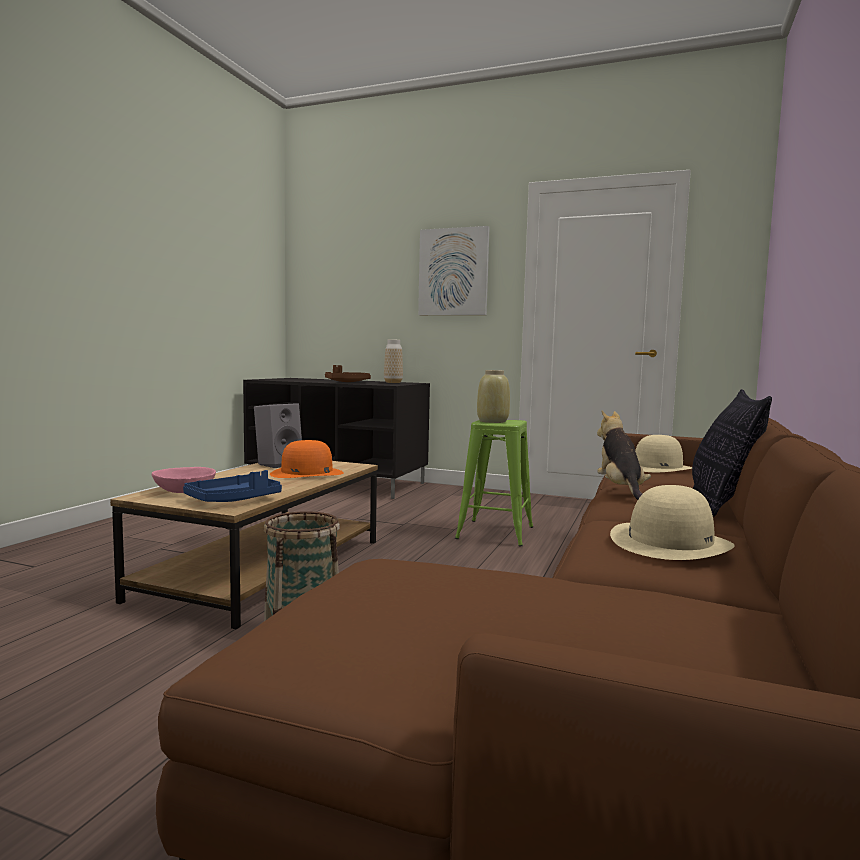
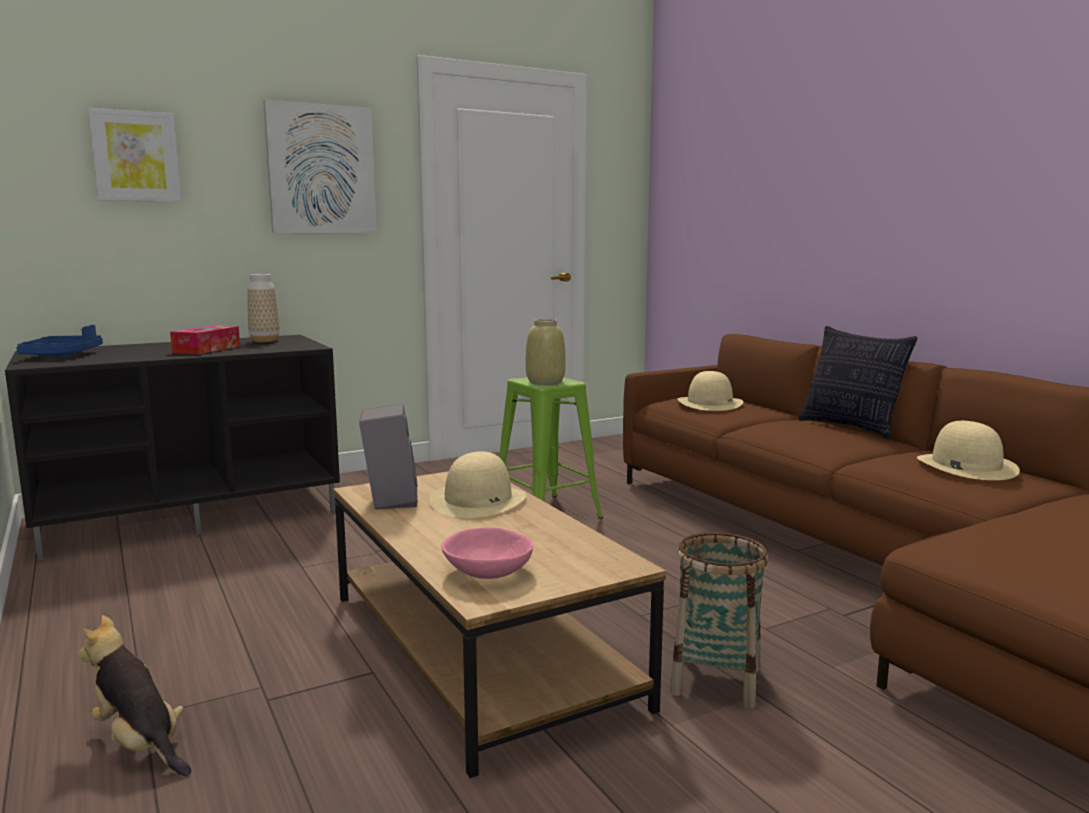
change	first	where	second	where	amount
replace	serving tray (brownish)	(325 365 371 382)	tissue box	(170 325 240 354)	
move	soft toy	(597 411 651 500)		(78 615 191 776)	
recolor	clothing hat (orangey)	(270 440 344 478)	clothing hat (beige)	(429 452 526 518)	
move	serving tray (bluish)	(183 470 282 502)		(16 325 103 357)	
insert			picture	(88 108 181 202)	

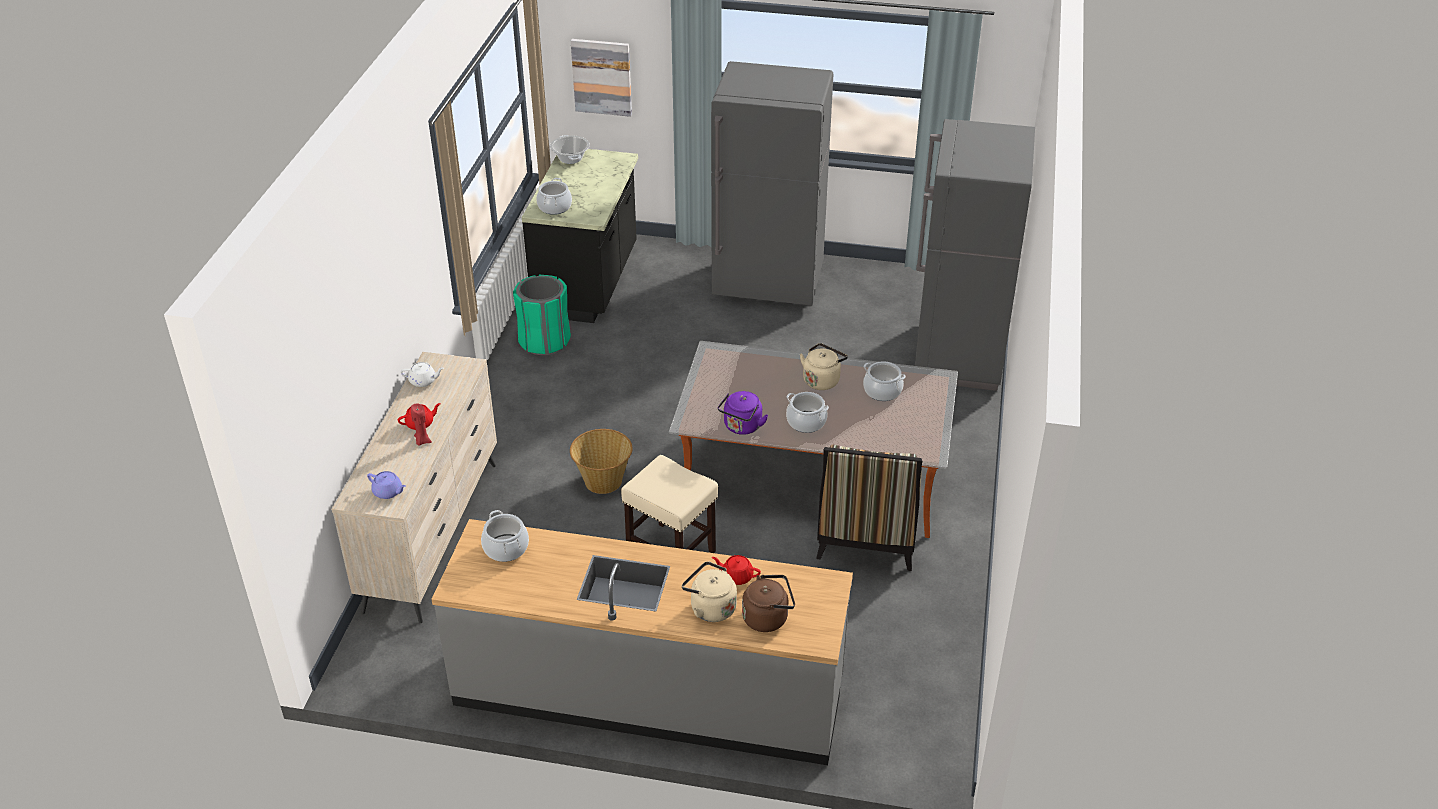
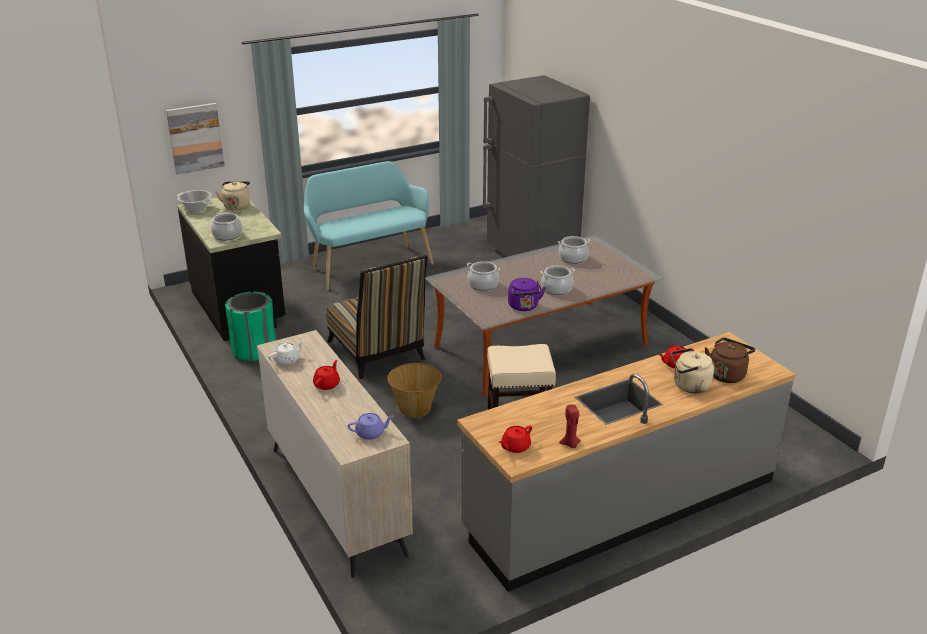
change	first	where	second	where	amount
replace	kitchen fridge (greyish)	(711 61 833 306)	long seat (turquoise-coloured)	(304 161 434 290)	
move	water kettle (beige)	(800 343 848 390)		(216 181 250 210)	
move	candle (reddish)	(411 404 432 446)		(559 404 581 448)	
move	chair	(816 444 922 571)		(326 255 428 379)	
move	saucepot	(481 510 529 562)		(467 261 500 291)	
insert			teapot (reddish)	(499 425 532 453)	

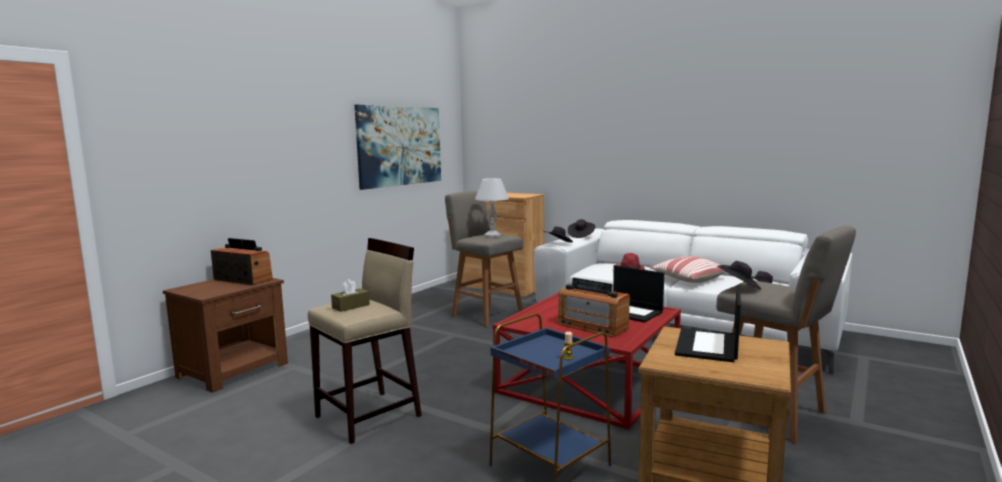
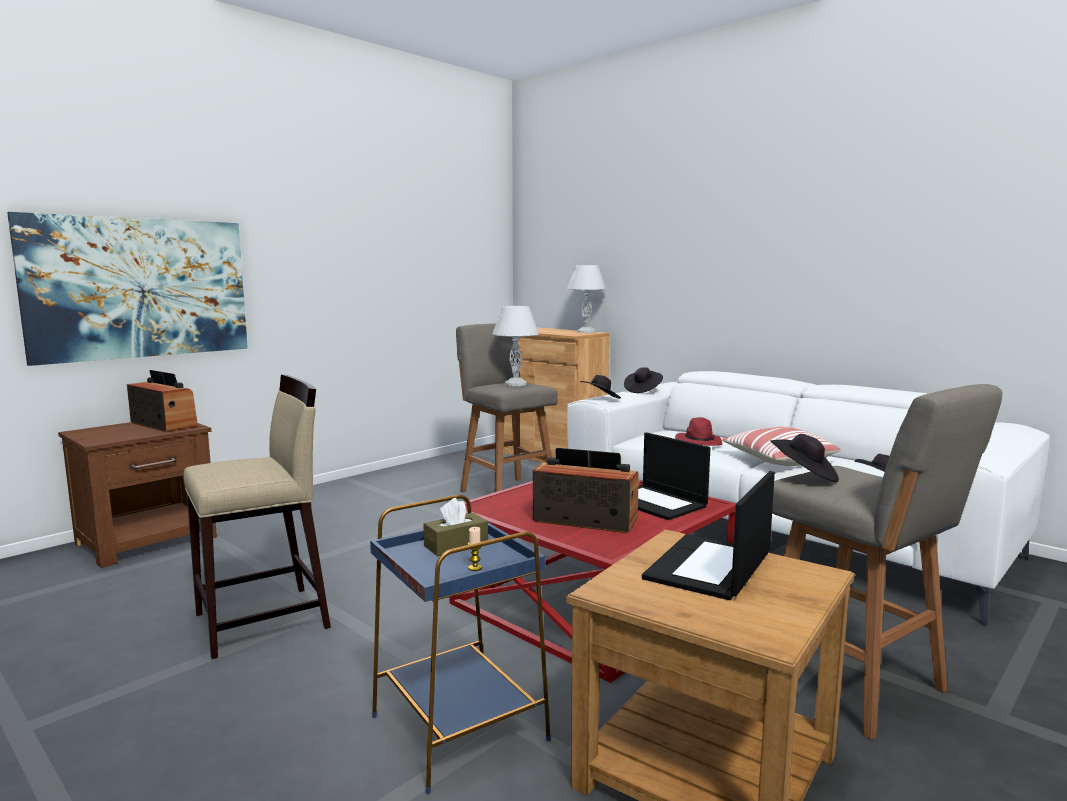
change	first	where	second	where	amount
move	picture	(355 105 441 190)		(7 212 248 366)	
rotate	radio	(558 278 630 337)		(533 448 639 533)	150 degrees clockwise
move	tissue box (brownish)	(331 279 370 312)		(423 498 488 556)	
insert			table lamp (whitish)	(567 265 606 333)	

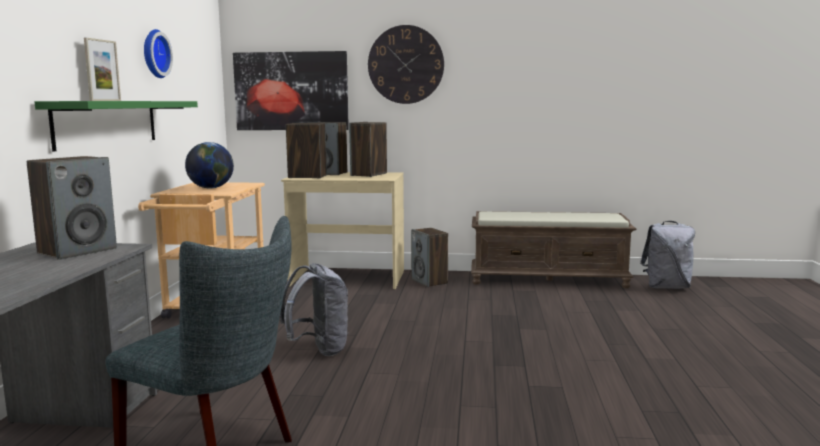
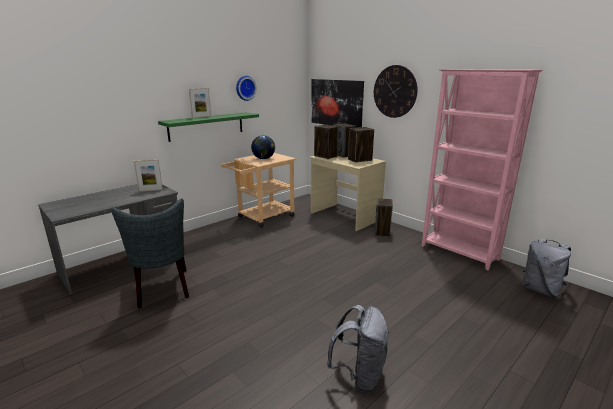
change	first	where	second	where	amount
replace	speaker	(27 156 117 260)	photo frame	(134 159 163 192)	
replace	long seat (brownish)	(471 211 636 288)	bookshelf (pink-coloured)	(421 69 543 270)	
move	backpack (greyish)	(280 263 348 356)		(327 305 389 391)	

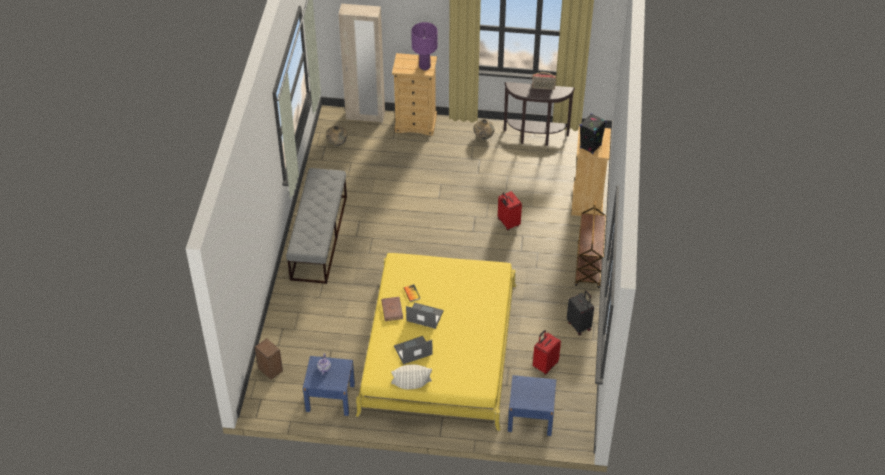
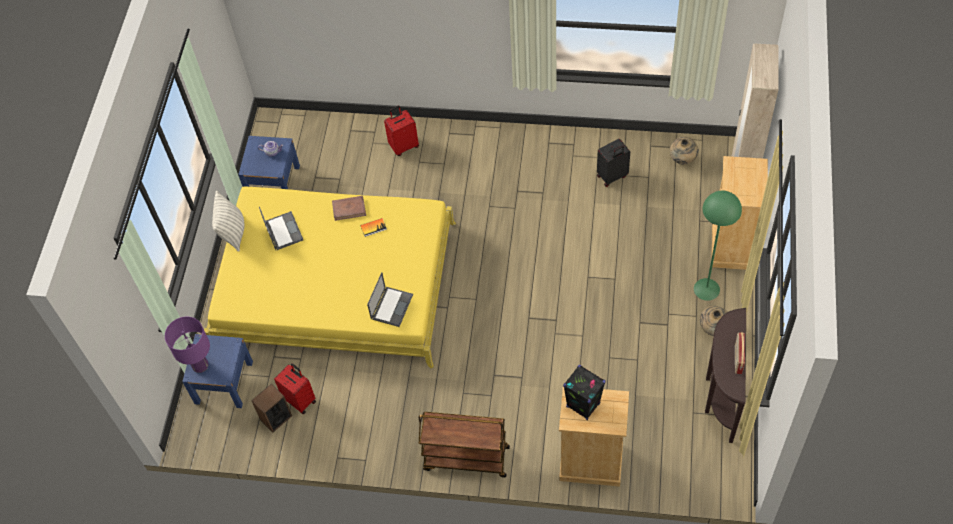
change	first	where	second	where	amount
move	table lamp (purplish)	(411 22 437 70)		(165 317 210 373)	
delete	long seat (greyish)	(286 168 347 284)			
move	travel case (reddish)	(498 191 522 230)		(384 106 419 156)	
move	travel case (blackish)	(567 290 594 336)		(597 139 630 187)	
move	portable computer	(406 302 444 329)		(367 272 413 327)	
move	speaker	(255 338 283 380)		(251 384 292 433)	
insert			standard lamp (green-coloured)	(694 191 742 301)	

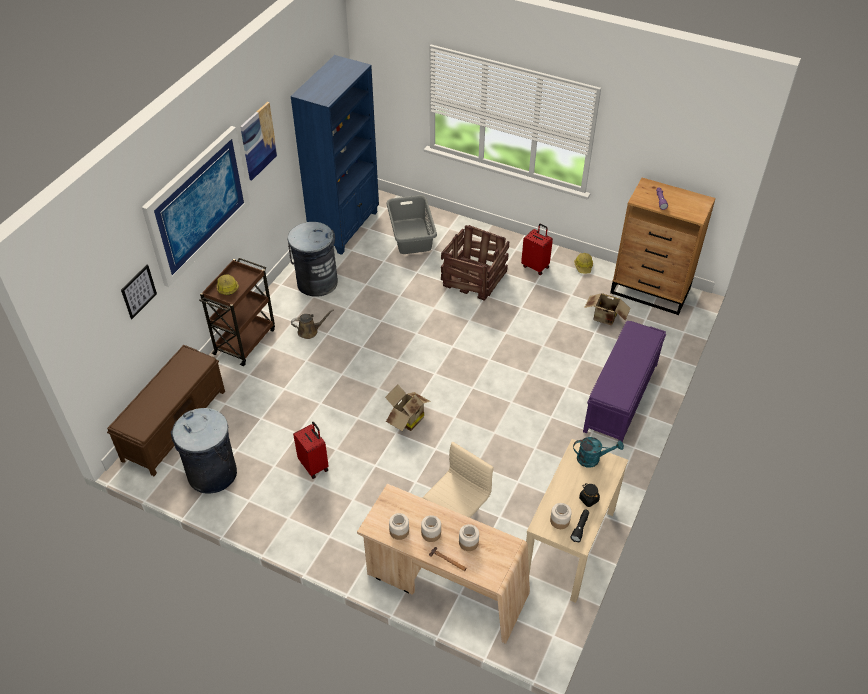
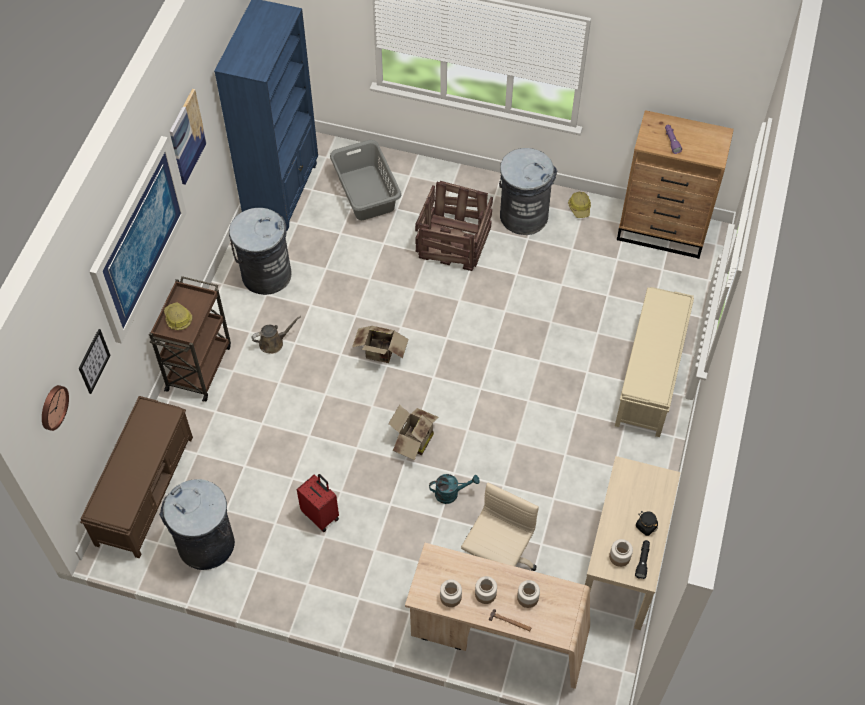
change	first	where	second	where	amount
replace	travel case (reddish)	(521 224 553 275)	trash can (greyish)	(499 148 558 235)	
move	packing box	(584 293 631 326)		(352 326 409 363)	
recolor	long seat (purplish)	(583 321 666 443)	long seat (beige)	(615 287 694 437)	
move	watering pot (turquoise-coloured)	(573 437 624 468)		(429 474 480 504)	
insert			hanging clock	(42 385 69 431)	

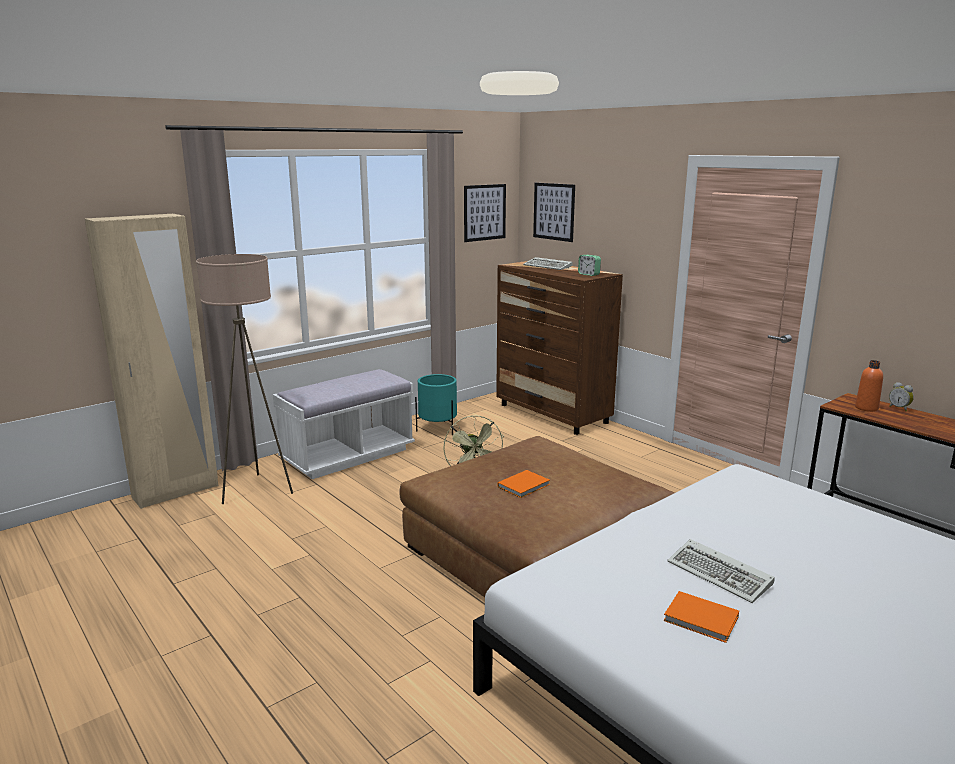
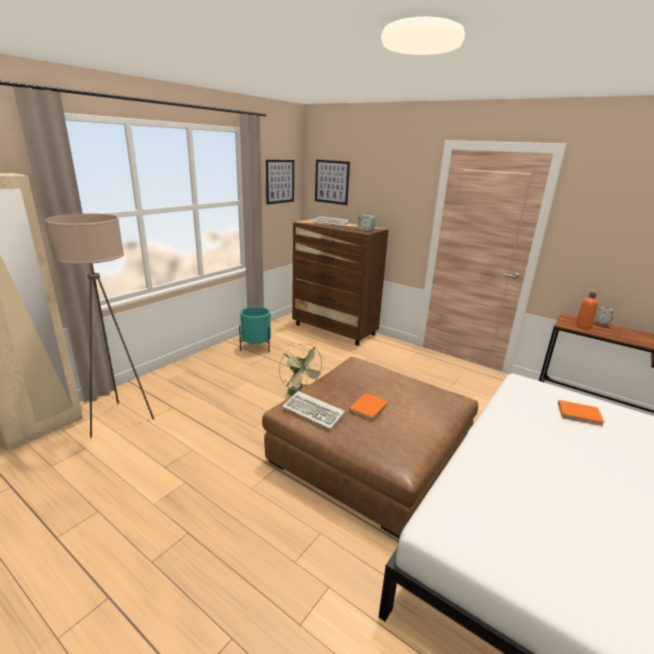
change	first	where	second	where	amount
delete	long seat (whitish)	(273 369 415 479)			
move	keyboard	(667 539 775 603)		(282 391 345 429)	
move	volume (orangey)	(664 591 739 643)		(558 400 605 426)	

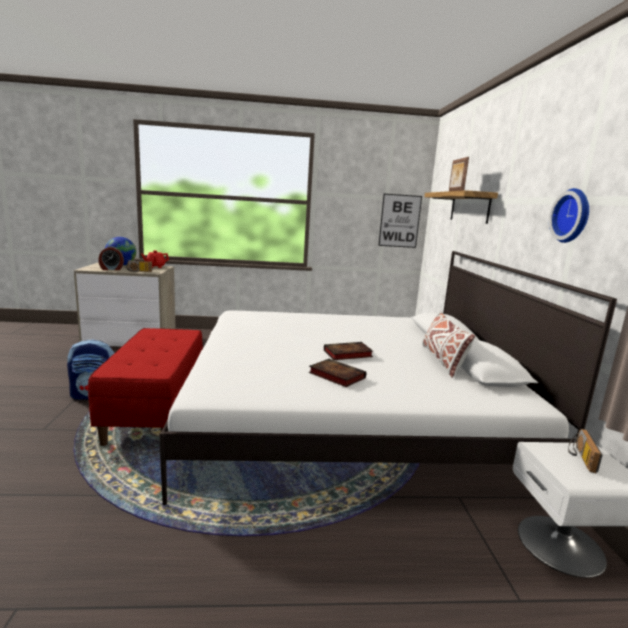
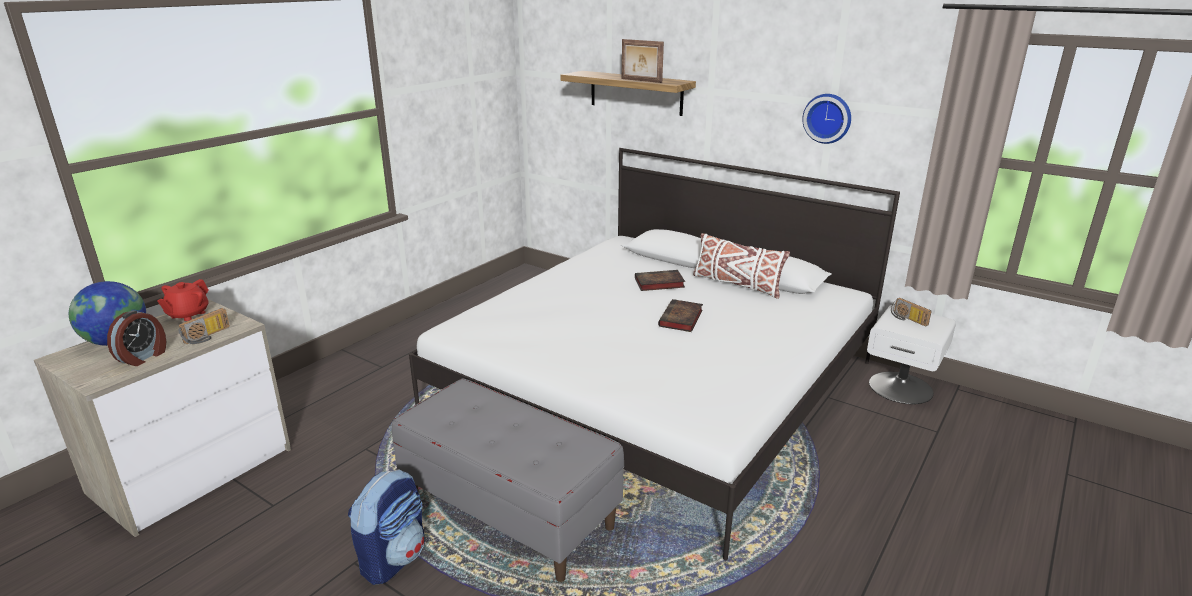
change	first	where	second	where	amount
delete	picture	(378 194 422 248)			
recolor	long seat (reddish)	(88 328 203 446)	long seat (greyish)	(392 379 624 582)	
move	volume	(309 359 366 387)		(635 270 685 291)	

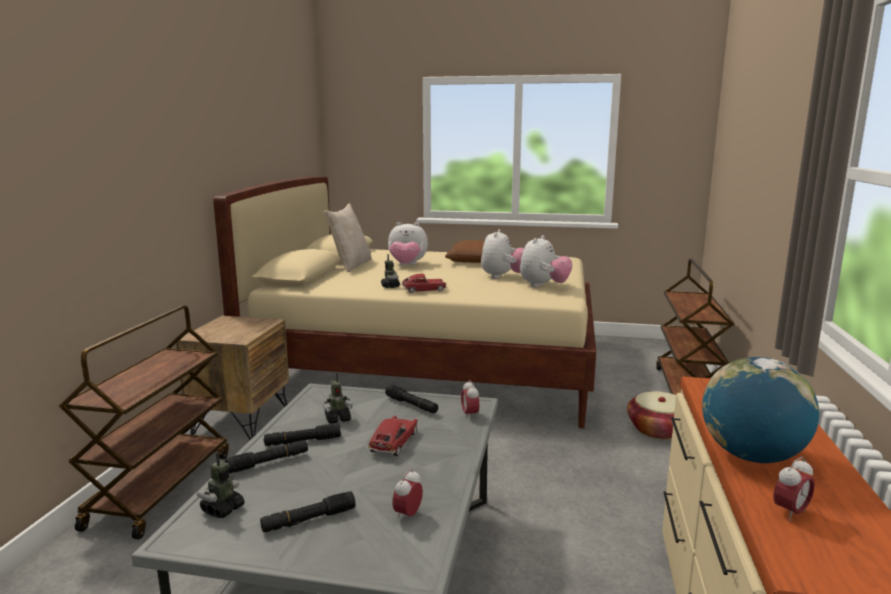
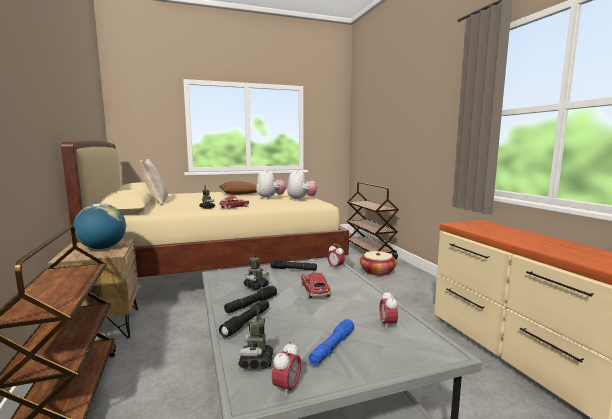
change	first	where	second	where	amount
delete	soft toy	(388 222 428 265)			
move	desk globe	(702 357 819 463)		(73 203 126 249)	
move	alarm clock	(773 457 815 521)		(272 341 301 398)	
recolor	flashlight (blackish)	(260 491 355 532)	flashlight (bluish)	(308 319 354 366)	

